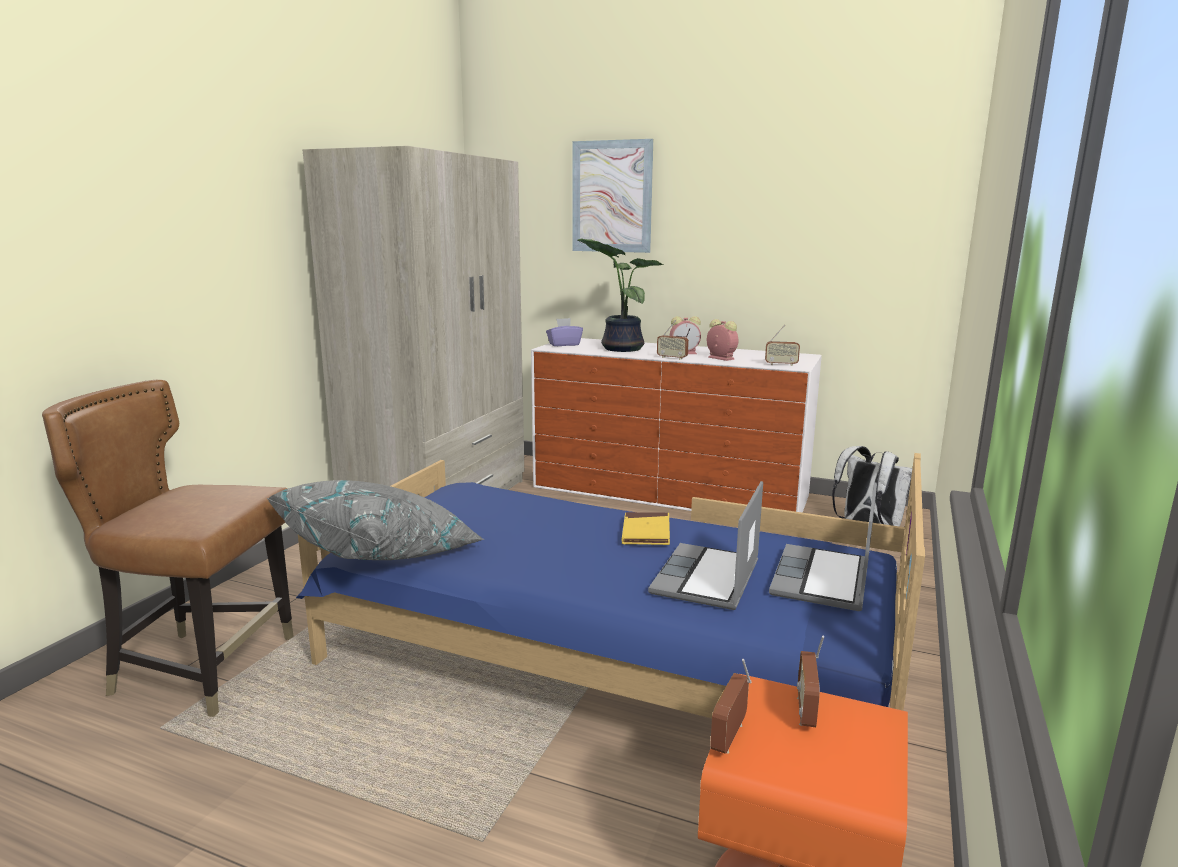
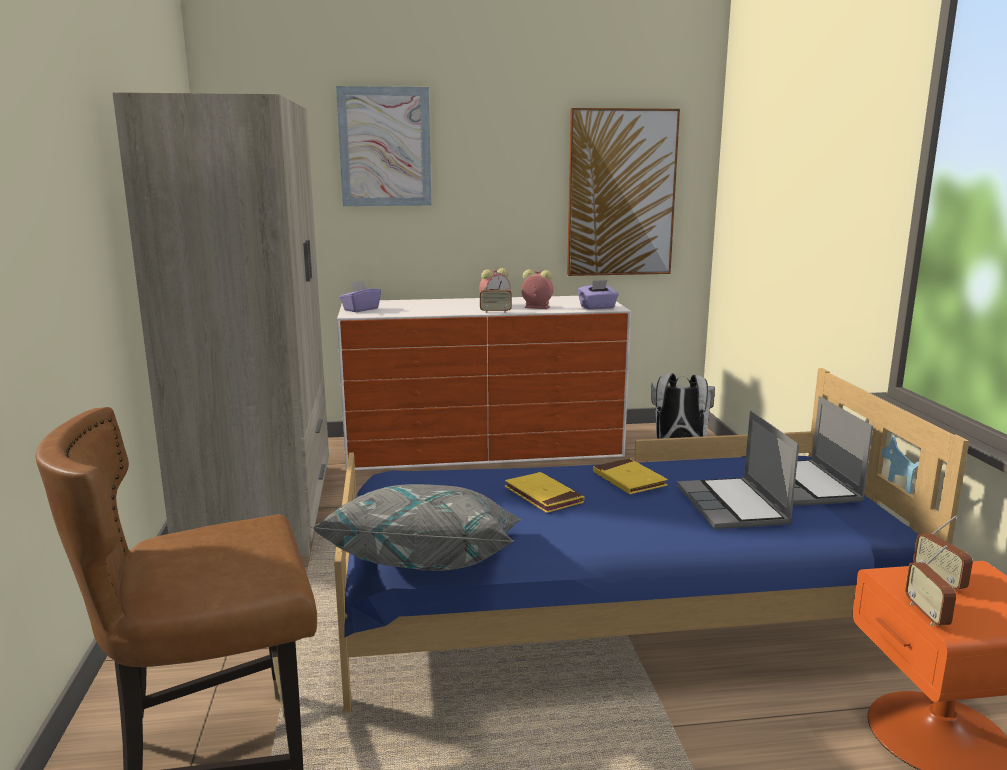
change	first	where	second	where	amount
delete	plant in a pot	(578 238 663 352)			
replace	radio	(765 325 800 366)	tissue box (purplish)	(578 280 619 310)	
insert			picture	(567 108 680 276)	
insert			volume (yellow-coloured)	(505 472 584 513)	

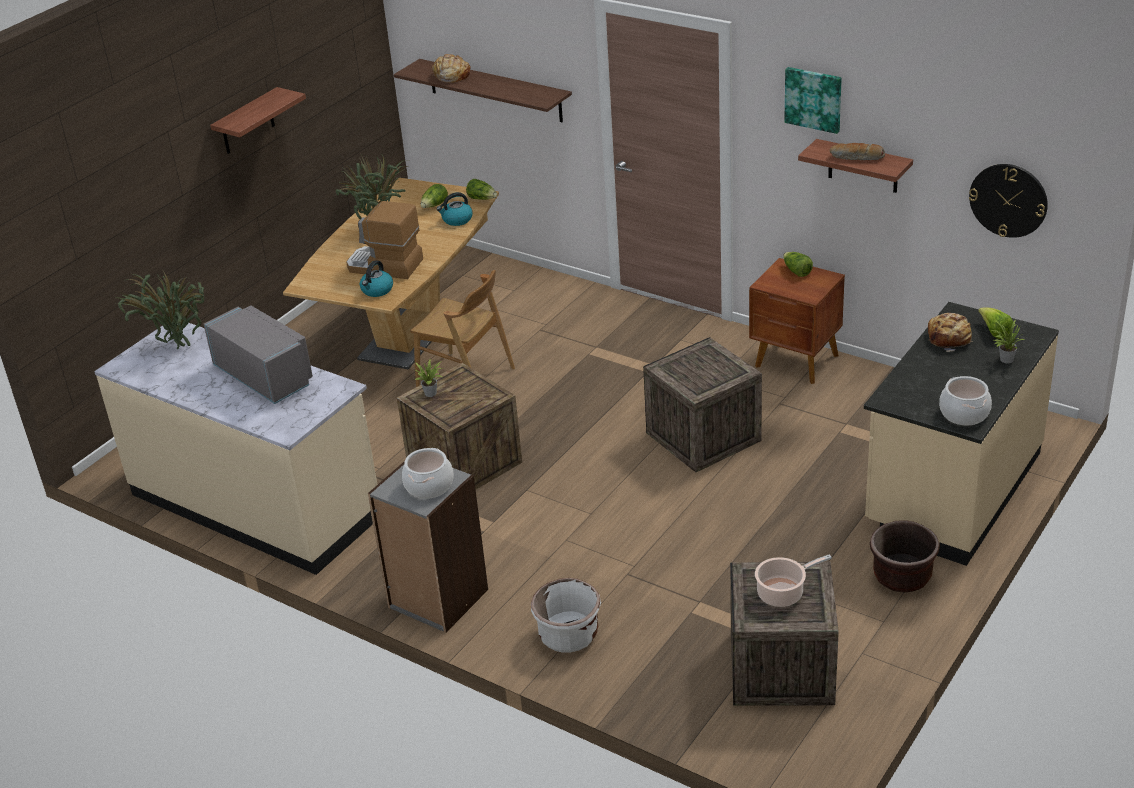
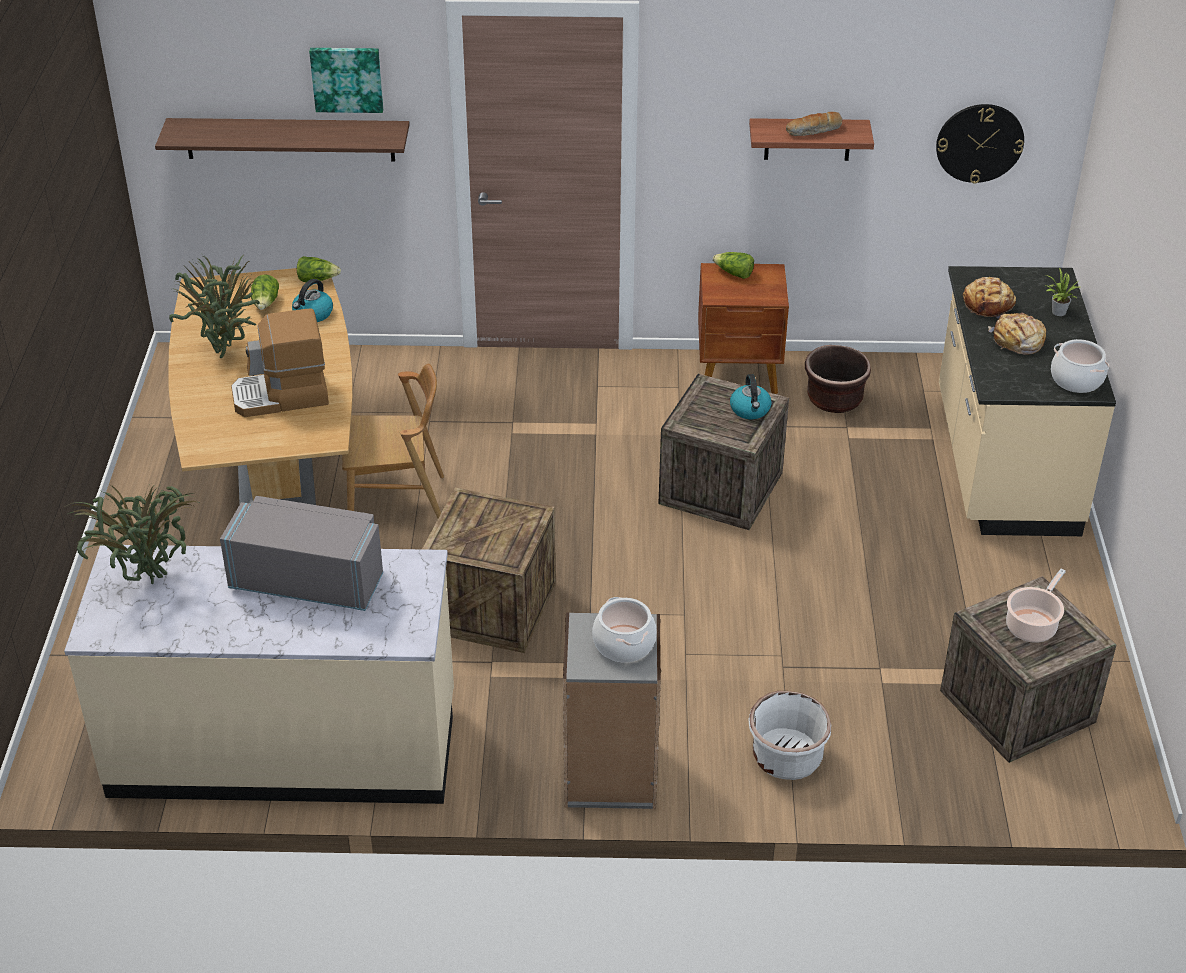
change	first	where	second	where	amount
move	bakery bread	(432 54 471 83)		(988 313 1046 355)	
move	picture	(784 67 842 134)		(309 48 383 113)	
delete	wall shelf	(210 87 306 154)			
move	water kettle	(360 260 393 297)		(730 374 772 419)	
delete	head of lettuce	(978 307 1013 340)			
delete	plant in a pot	(415 358 443 397)			
move	flower pot (brownish)	(870 520 940 593)		(805 345 871 413)	

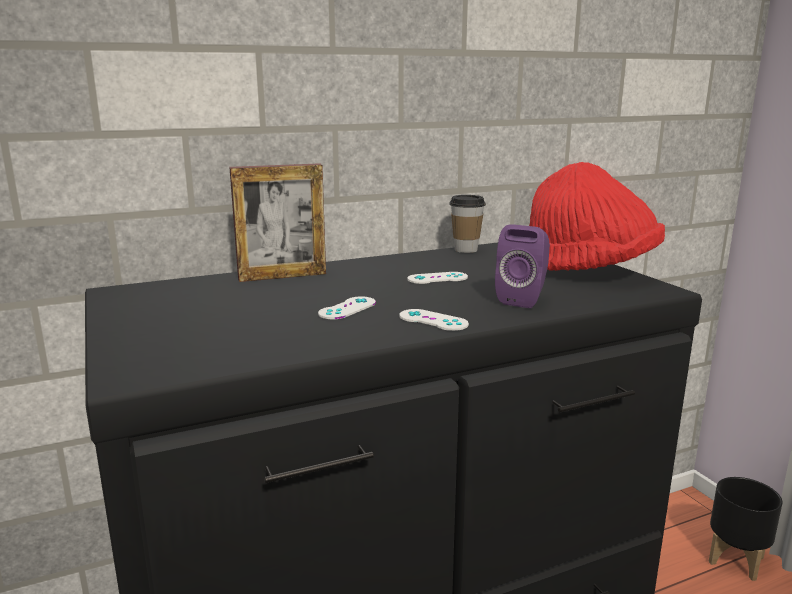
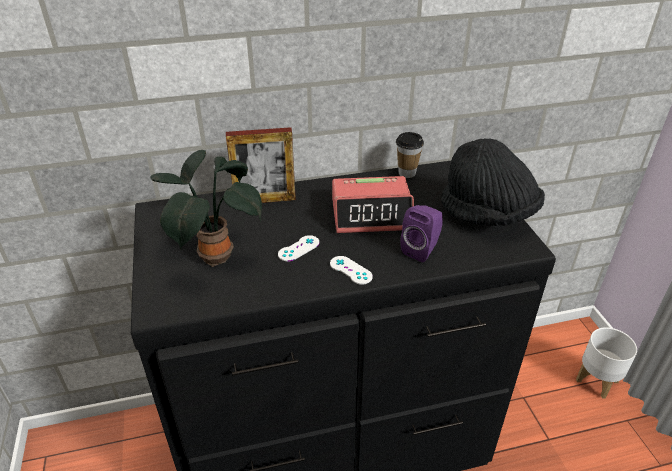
change	first	where	second	where	amount
recolor	clothing hat (reddish)	(529 162 665 271)	clothing hat (blackish)	(442 138 545 226)	
replace	gamepad (whitish)	(407 272 468 284)	alarm clock	(332 176 414 233)	
recolor	flower pot (blackish)	(708 477 783 581)	flower pot (whitish)	(576 327 637 399)	
insert			plant in a pot	(151 150 262 267)	

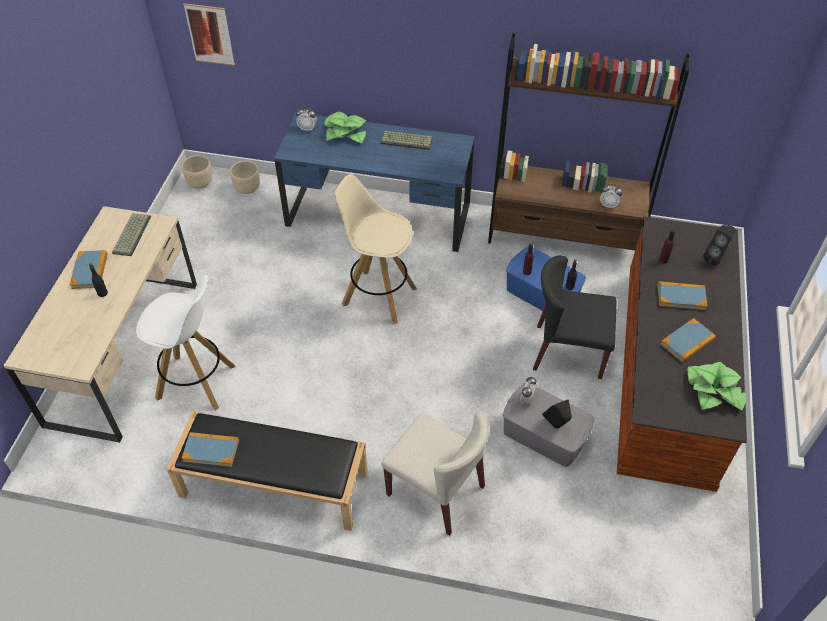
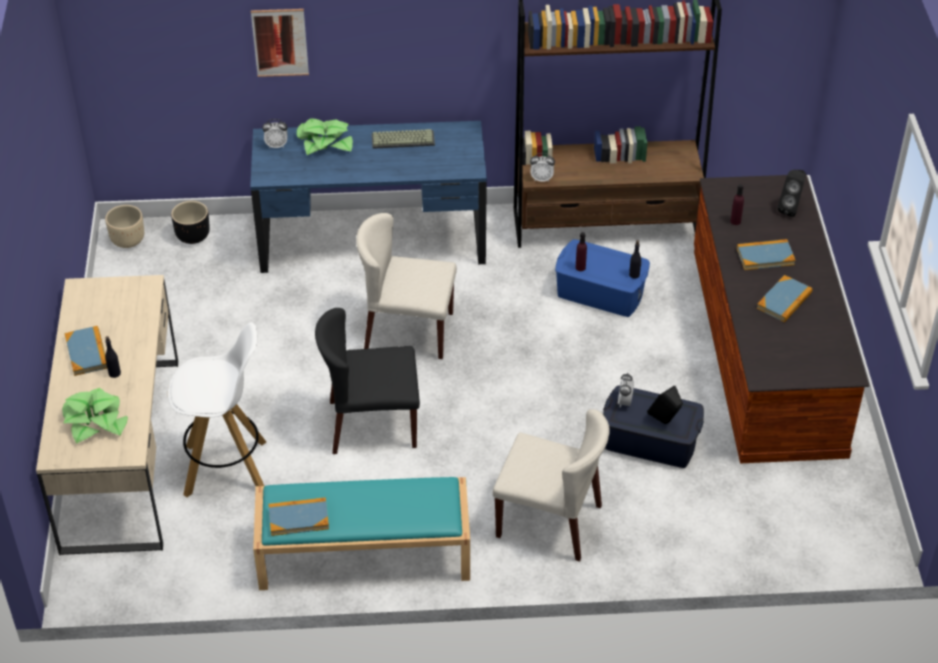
change	first	where	second	where	amount
move	picture	(183 3 235 66)		(251 9 309 77)	
recolor	flower pot (beige)	(230 161 260 194)	flower pot (blackish)	(171 201 210 244)	
replace	stool seat (beige)	(334 174 417 324)	chair (beige)	(356 213 457 359)	
move	alarm clock	(600 184 623 208)		(530 153 555 182)	
delete	keyboard	(112 213 151 256)			
move	chair (blackish)	(533 255 616 379)		(315 308 420 454)	
move	plant in a pot	(687 362 747 411)		(62 388 128 444)	
recolor	storage bin (greyish)	(503 383 594 467)	storage bin (bluish)	(603 385 704 468)	
recolor	long seat (blackish)	(167 411 368 531)	long seat (turquoise-coloured)	(253 477 470 590)	

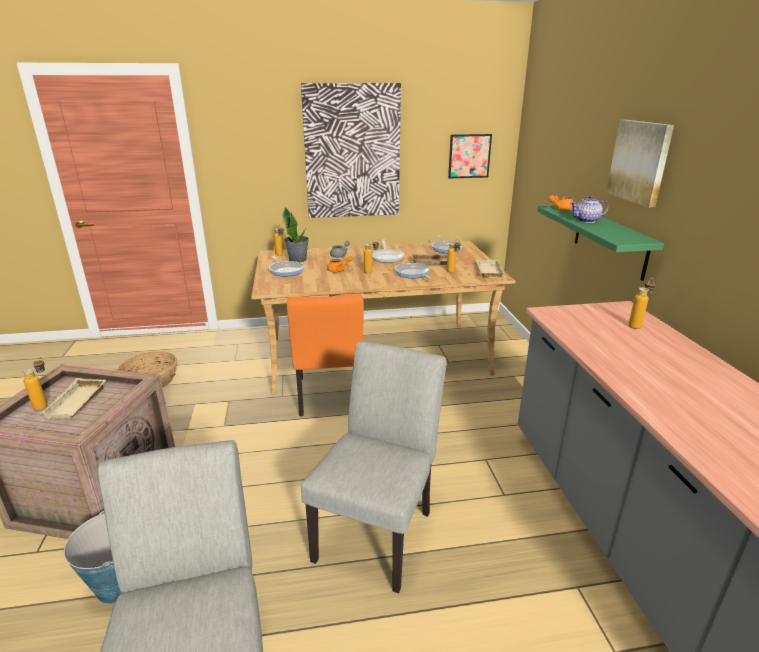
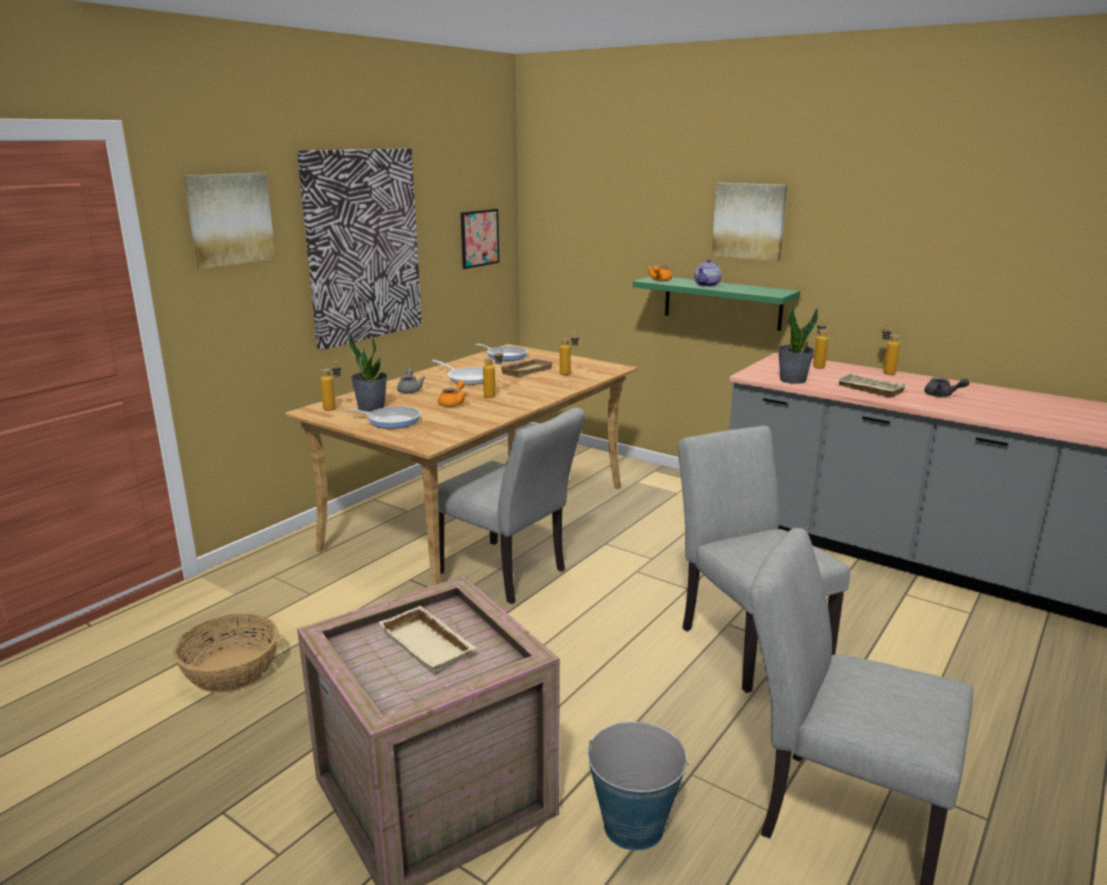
change	first	where	second	where	amount
move	serving tray (beige)	(476 260 505 278)		(835 373 908 398)	
delete	frying pan	(395 263 432 279)			
recolor	chair (orangey)	(287 294 364 416)	chair (greyish)	(438 407 585 604)	
move	beverage bottle	(23 357 48 410)		(882 325 900 375)	
insert			picture	(183 173 276 269)	
insert			plant in a pot	(778 305 818 384)	
insert			teapot (greyish)	(924 377 969 397)	

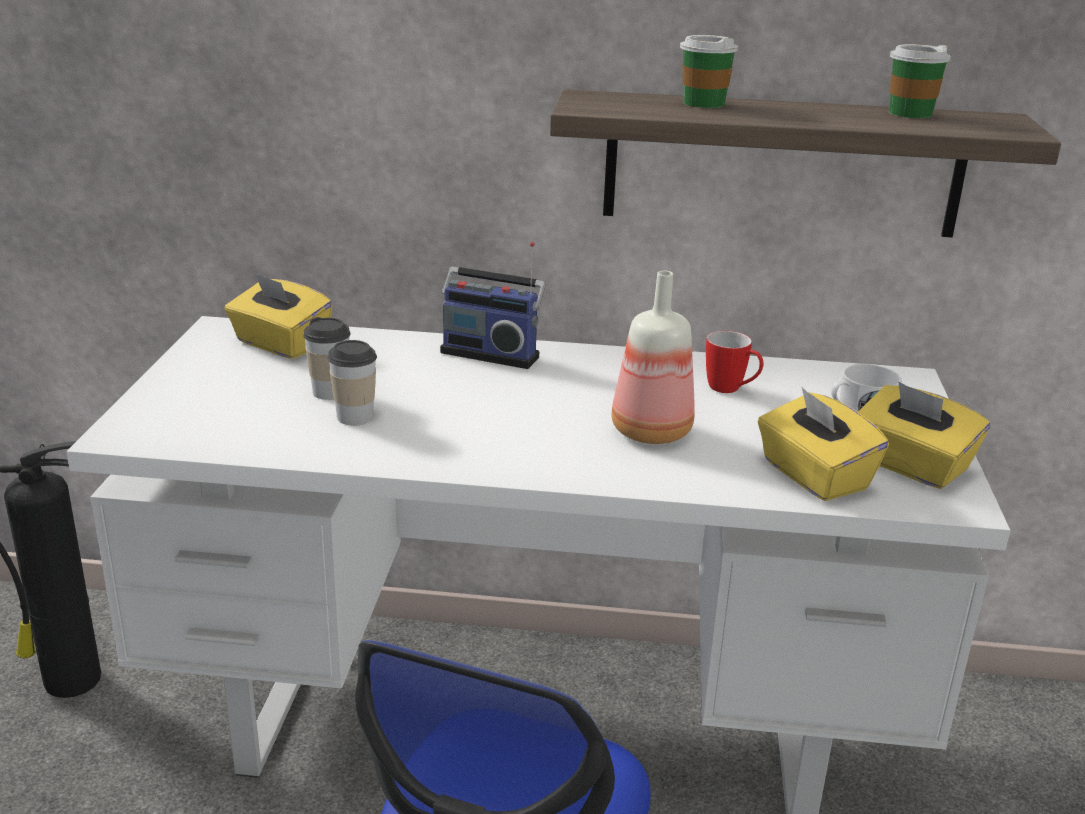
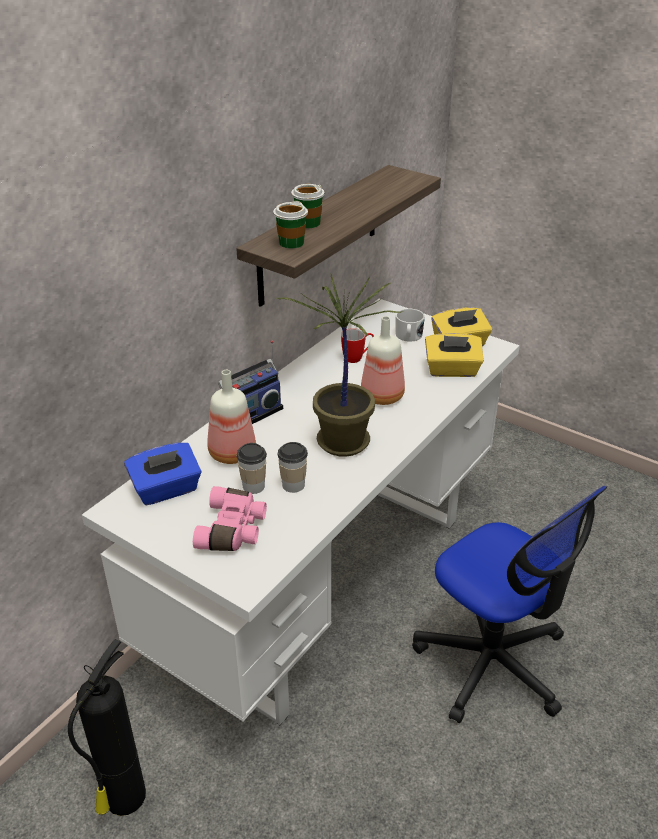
change	first	where	second	where	amount
move	small cup	(889 44 951 118)		(273 201 308 249)	
recolor	tissue box (yellow-coloured)	(224 272 332 359)	tissue box (bluish)	(124 443 202 505)	
insert			plant in a pot	(276 274 403 457)	
insert			beverage bottle	(207 370 256 464)	
insert			field glasses (pink-coloured)	(193 486 267 551)	

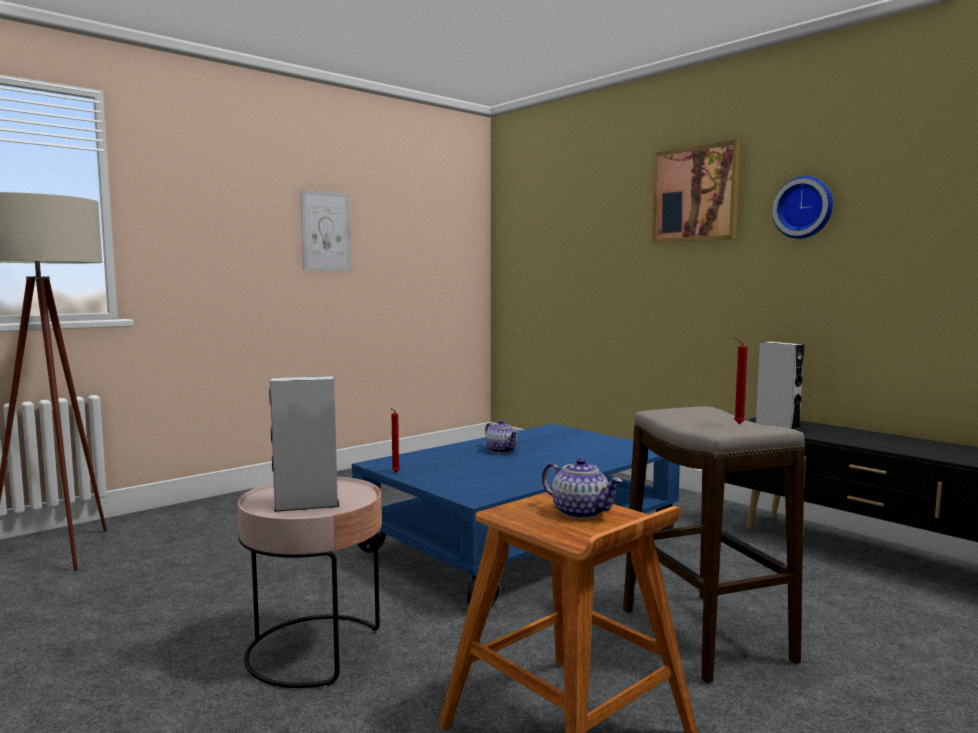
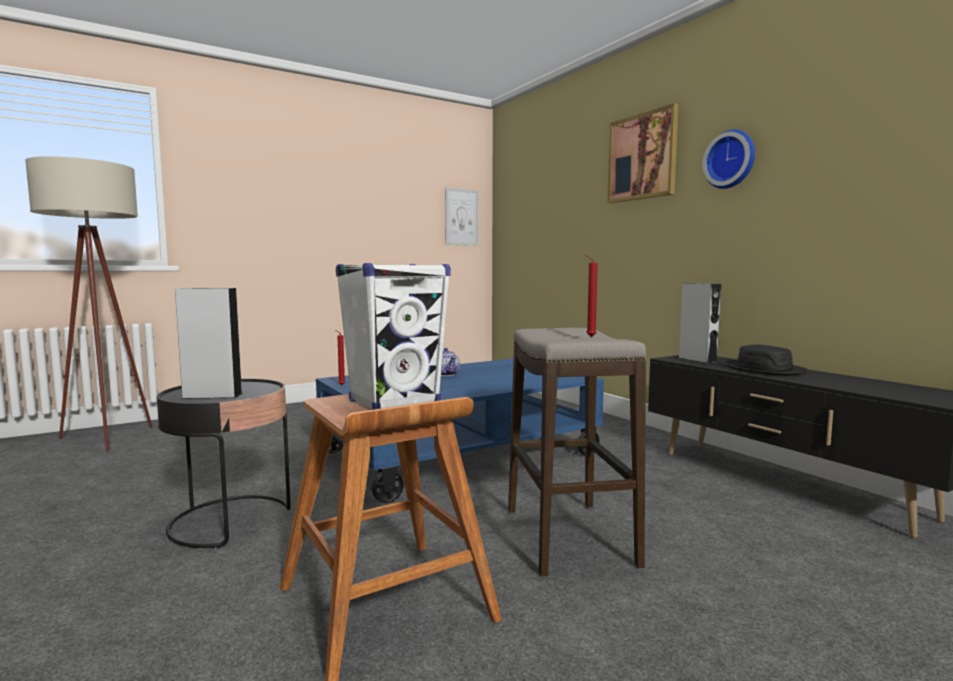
change	first	where	second	where	amount
move	picture	(300 189 351 271)		(445 187 479 246)	
replace	teapot	(542 458 623 519)	speaker (whitish)	(336 263 451 410)	
recolor	side table (pink-coloured)	(238 477 382 688)	side table (blackish)	(157 379 291 548)	
insert			clothing hat (blackish)	(723 345 809 375)	

